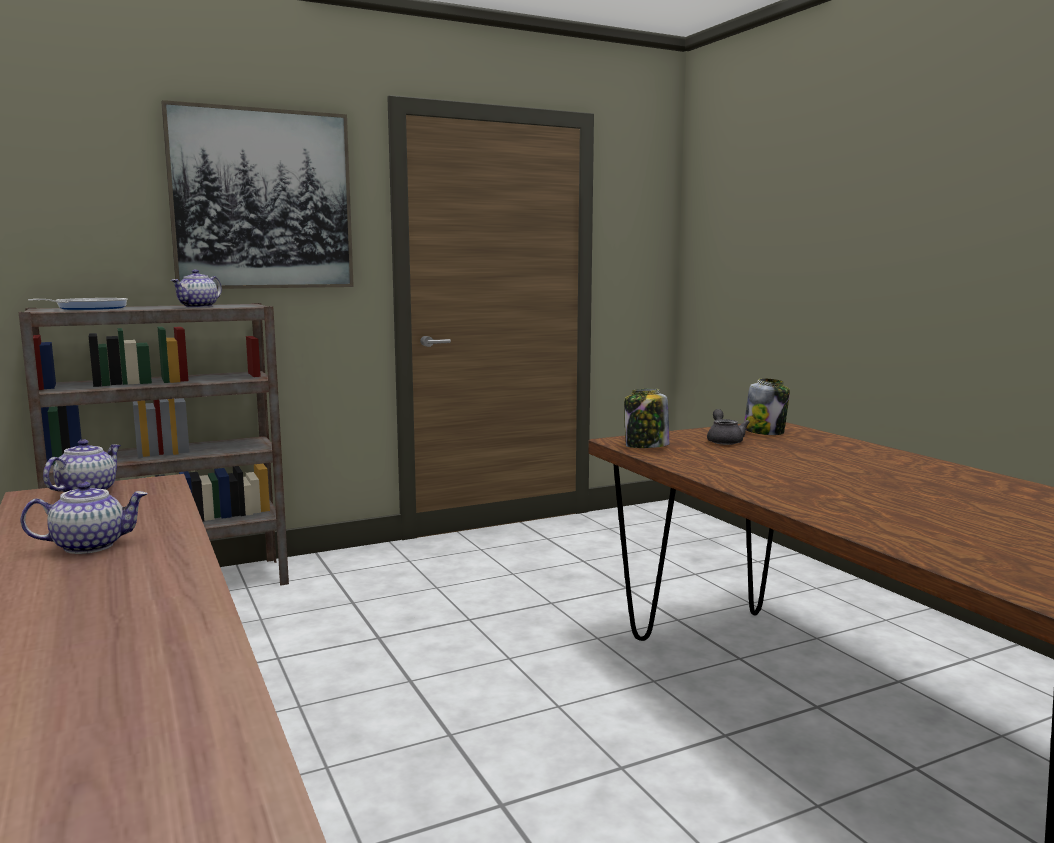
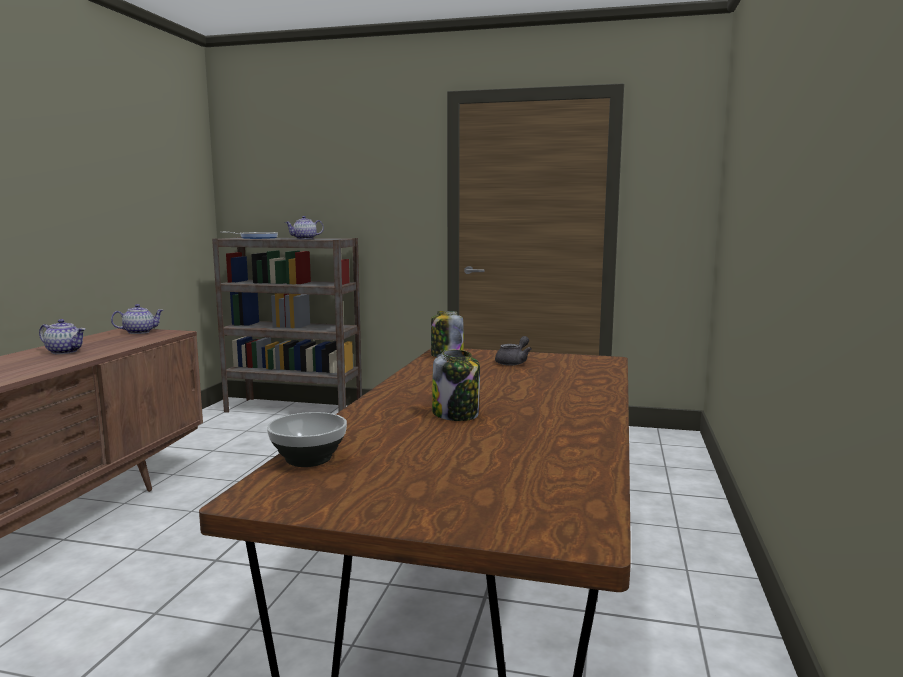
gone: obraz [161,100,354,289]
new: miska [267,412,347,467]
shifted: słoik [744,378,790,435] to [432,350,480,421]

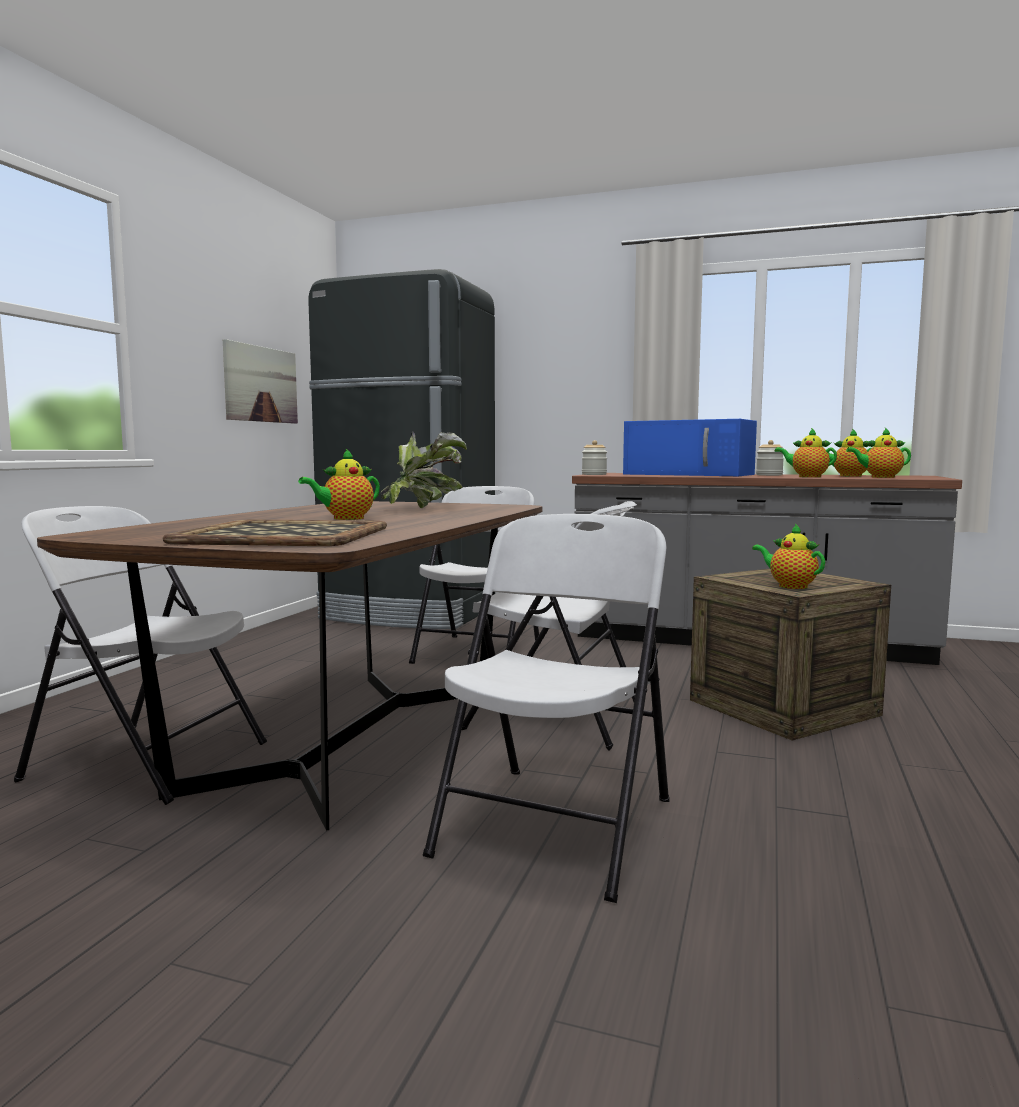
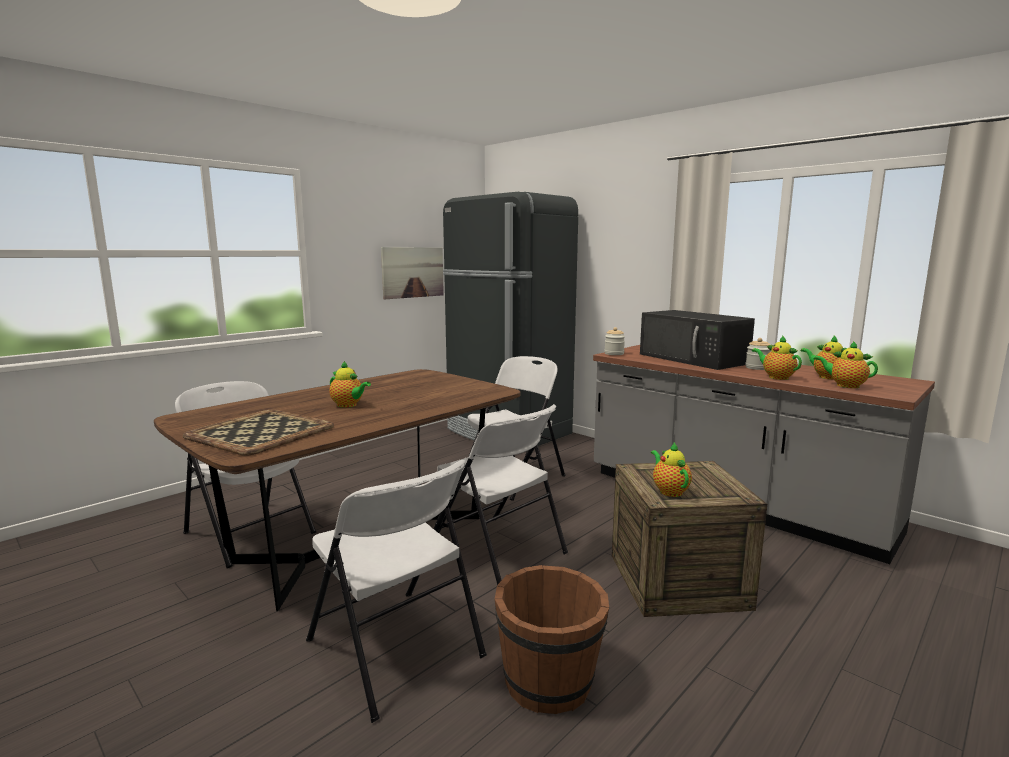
gone: roślina doniczkowa [381,431,467,508]
new: wiadro (brązowy) [495,565,609,714]
repainted: mikrofalówka (niebieski) [623,419,757,476] to mikrofalówka (czarny) [640,310,755,370]
rotated: imbryk [298,448,380,520] = [329,361,371,408] 135 degrees counterclockwise; krzesło (biały) [423,514,670,903] = [306,460,487,723] 90 degrees clockwise

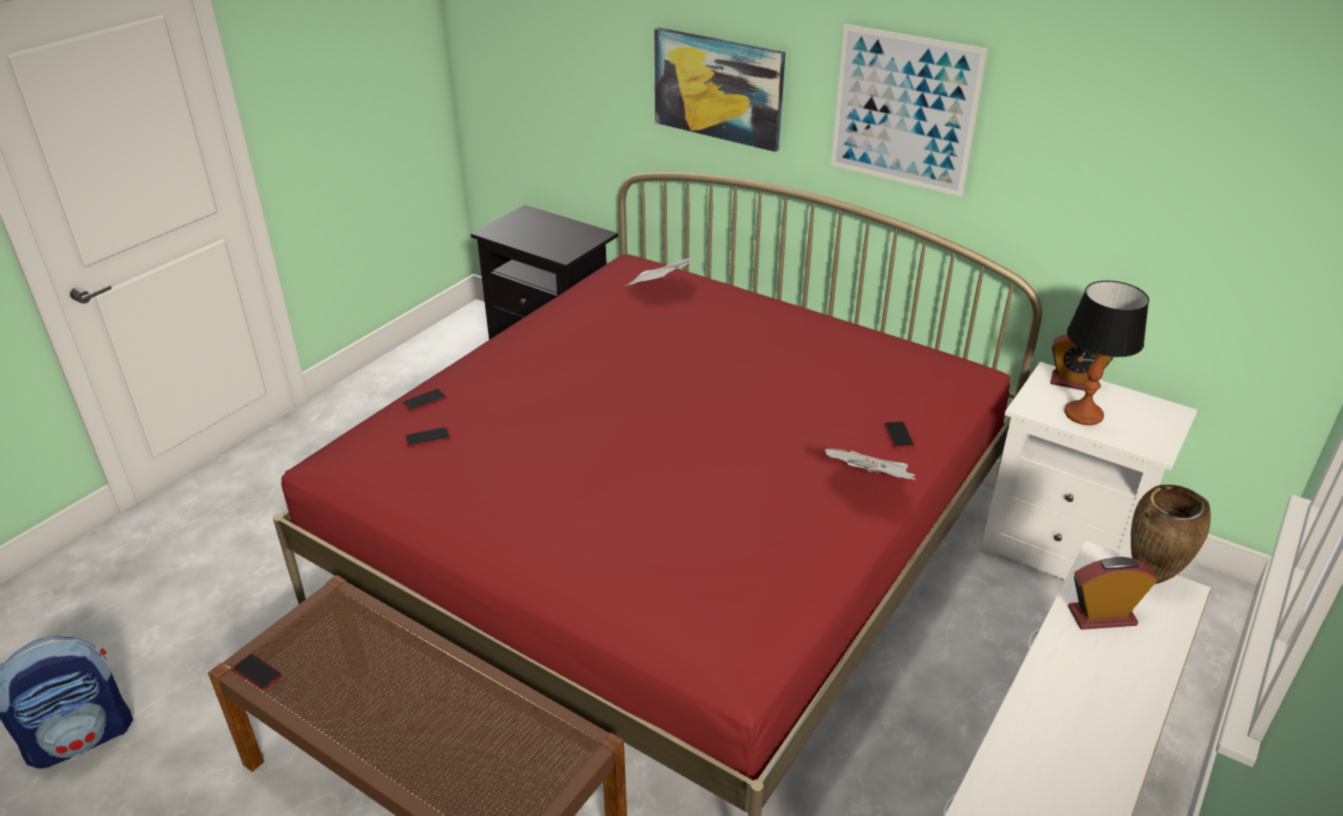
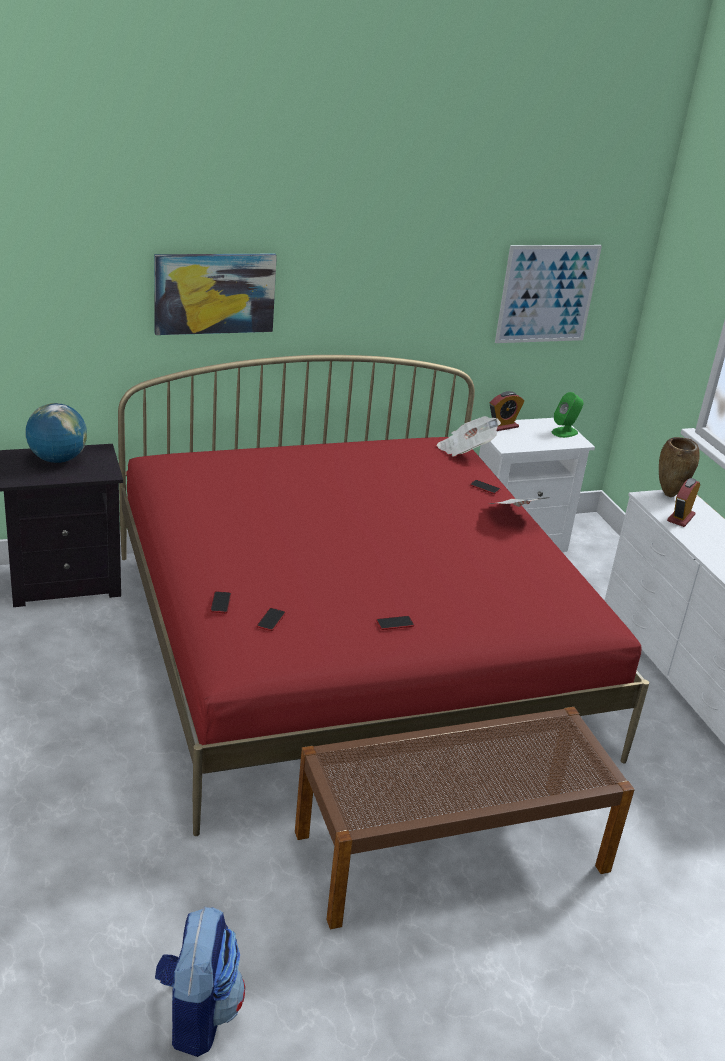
gone: lampa stołowa [1064,281,1149,425]
new: globus [25,403,87,463]; głośnik (zielony) [551,392,584,438]
shifted: telefon [233,654,282,690] to [376,616,414,630]; gazeta [625,257,693,286] to [437,416,501,457]; obraz [831,24,988,197] to [495,245,602,343]

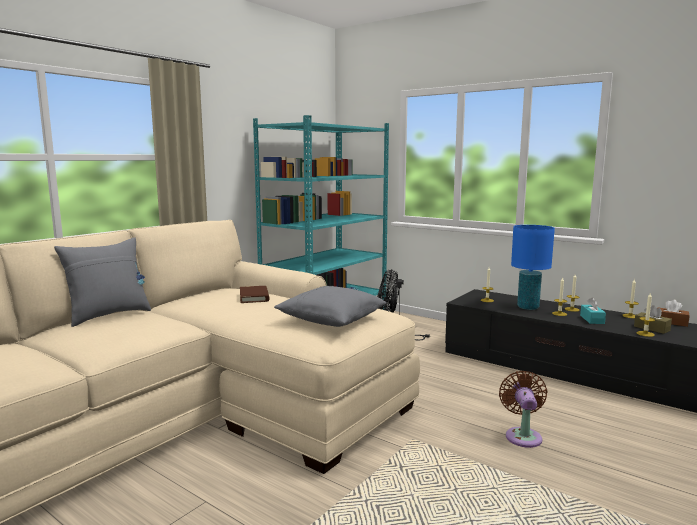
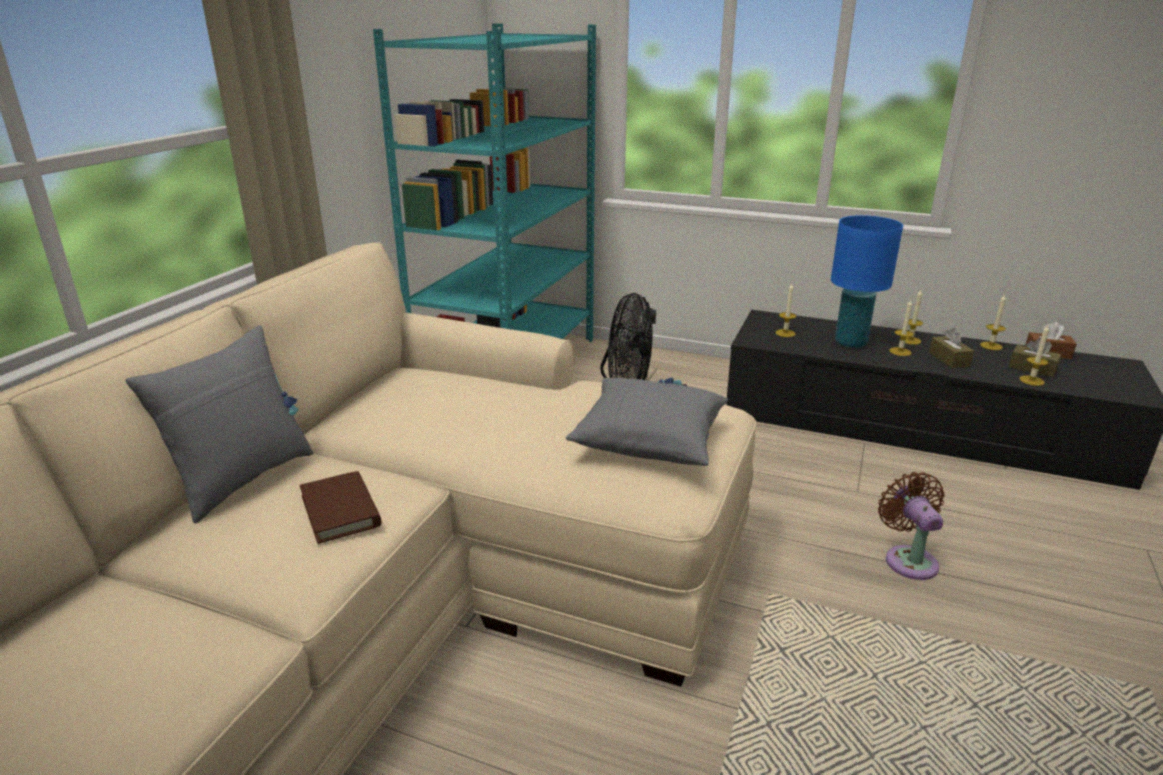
shifted: książka (brązowy) [240,286,270,303] to [299,471,381,544]
repainted: pudełko chusteczek (turkusowy) [580,297,606,324] to pudełko chusteczek (brązowy) [929,328,974,368]

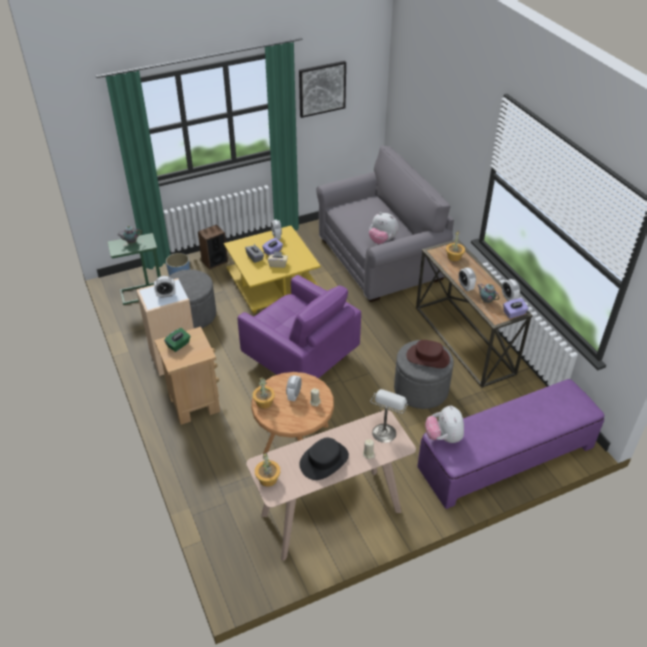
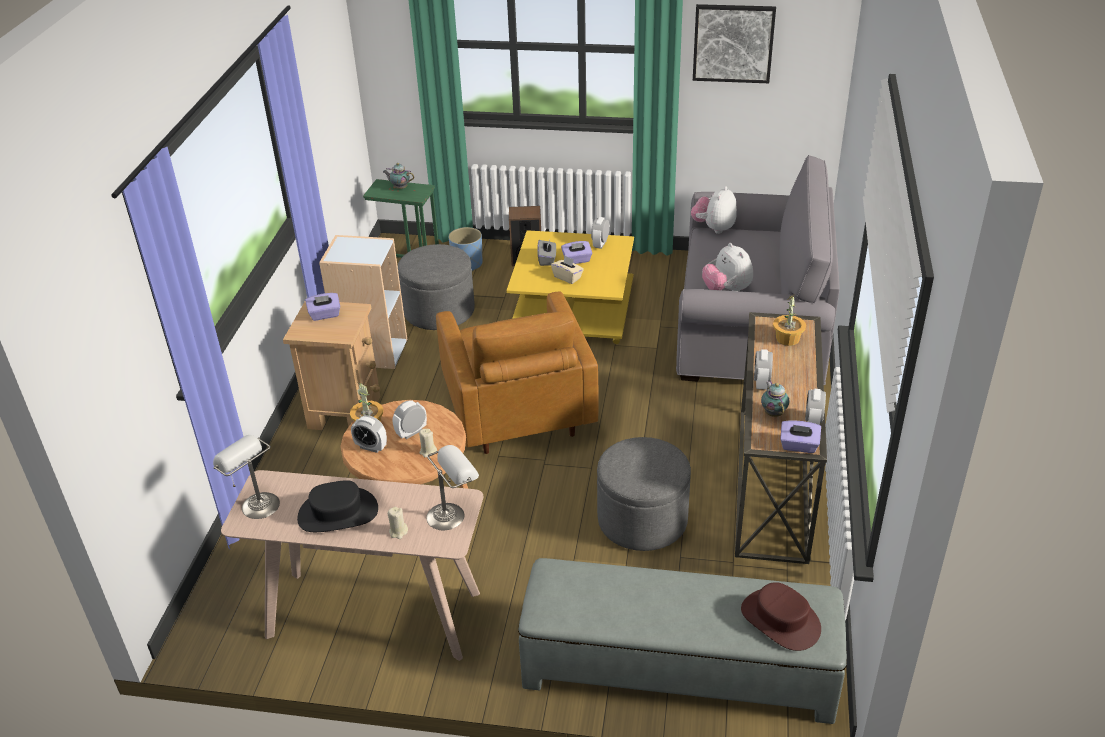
shifted: budzik [154,276,176,298] to [351,415,387,453]; kapelusz (brązowy) [406,340,450,368] to [741,582,821,651]; pluszak [425,405,464,443] to [691,186,737,234]
swapped: roślina doniczkowa [255,452,280,487] to lampa stołowa (biały) [213,435,280,519]
repainted: pudełko chusteczek (zielony) [164,328,191,352] to pudełko chusteczek (fioletowy) [305,293,340,321]; fotel (fioletowy) [238,275,361,378] to fotel (brązowy) [436,291,598,454]; ławka (fioletowy) [417,379,605,509] to ławka (szary) [518,558,847,724]

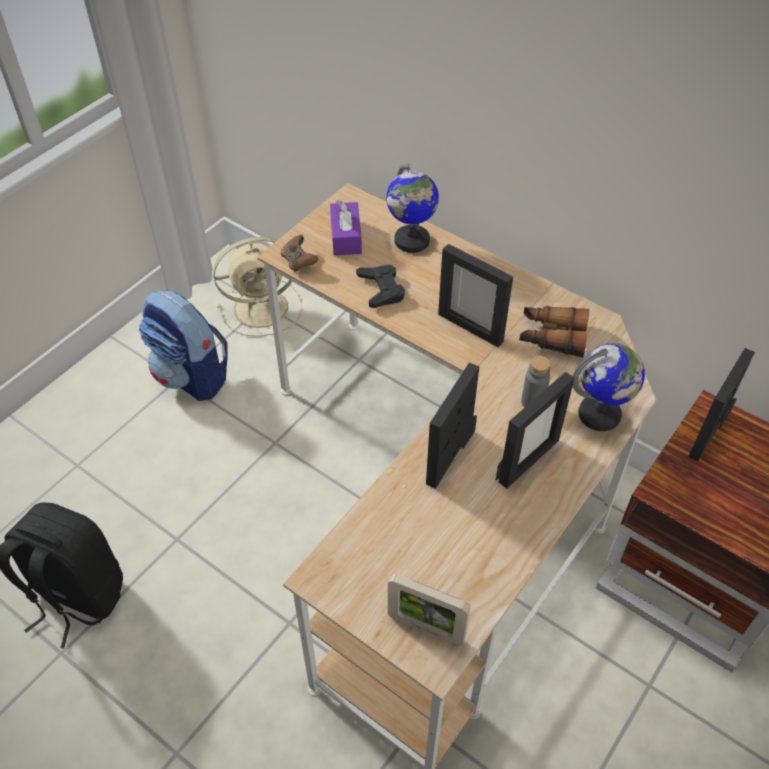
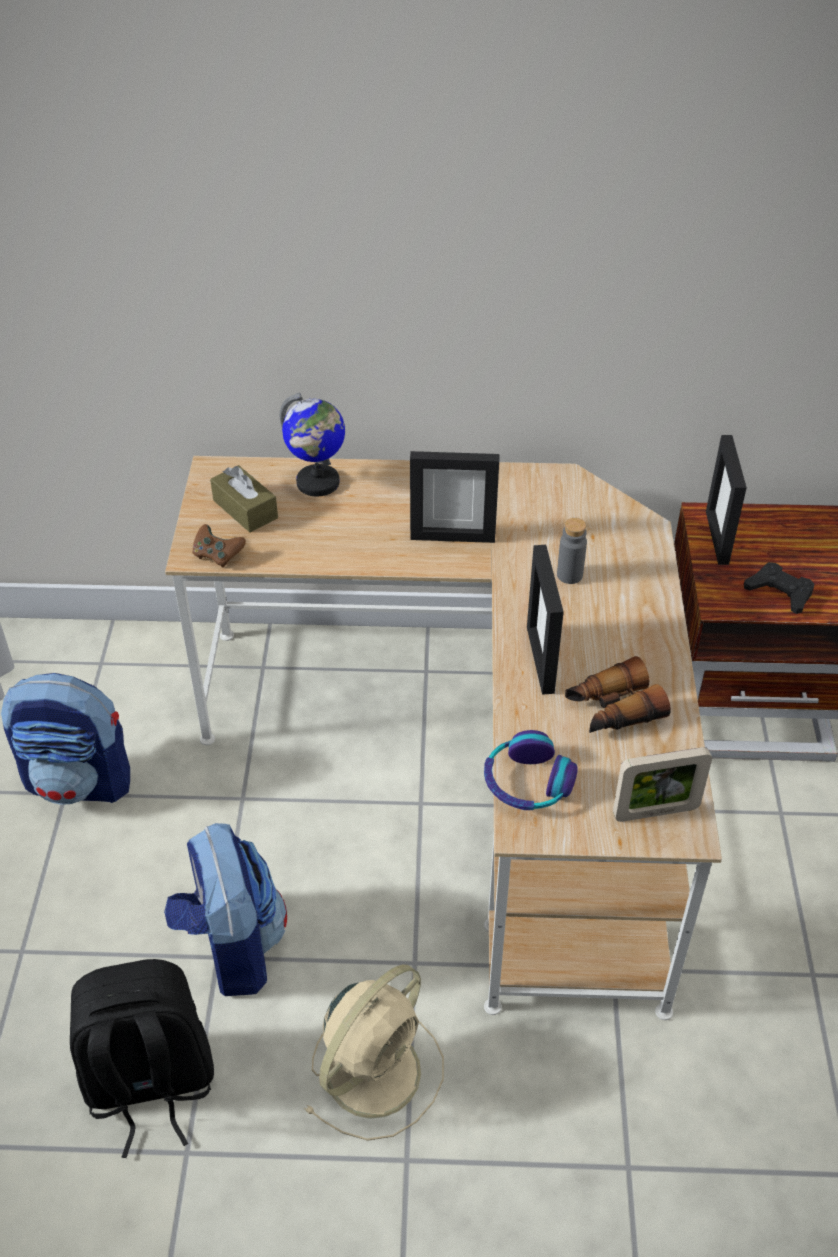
gone: ramka na zdjęcie [496,372,575,489]; globus [573,343,645,431]
new: plecak [164,823,287,996]; słuchawki [484,730,578,810]
shifted: wentylator (beżowy) [213,237,302,336] to [304,964,444,1141]; pad do gier (czarny) [356,265,405,308] to [744,562,814,614]; lornetka [519,306,589,358] to [565,656,671,733]
repainted: pudełko chusteczek (fioletowy) [330,200,362,256] to pudełko chusteczek (brązowy) [210,465,278,532]

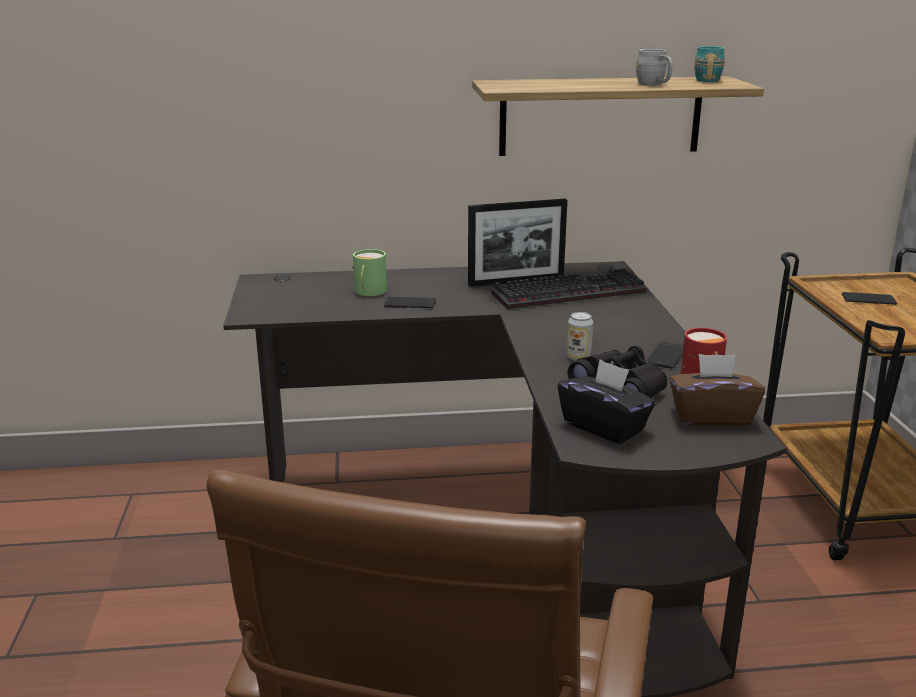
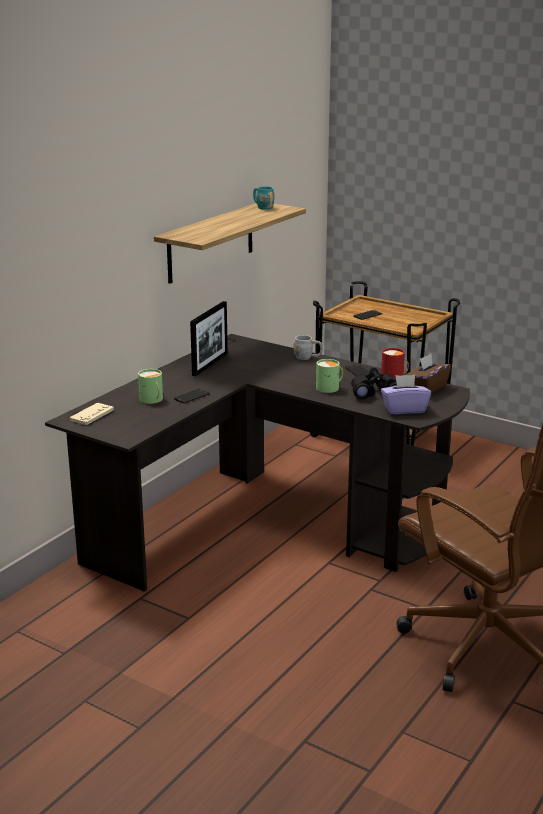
gone: klawiatura [491,268,646,309]
new: pad do gier (beżowy) [70,403,114,425]
shifted: kubek (szary) [636,49,672,86] to [294,335,323,360]
swapped: puszka [567,312,593,361] to kubek (zielony) [316,359,343,393]
repainted: pudełko chusteczek (czarny) [558,359,655,444] to pudełko chusteczek (fioletowy) [381,375,431,414]

